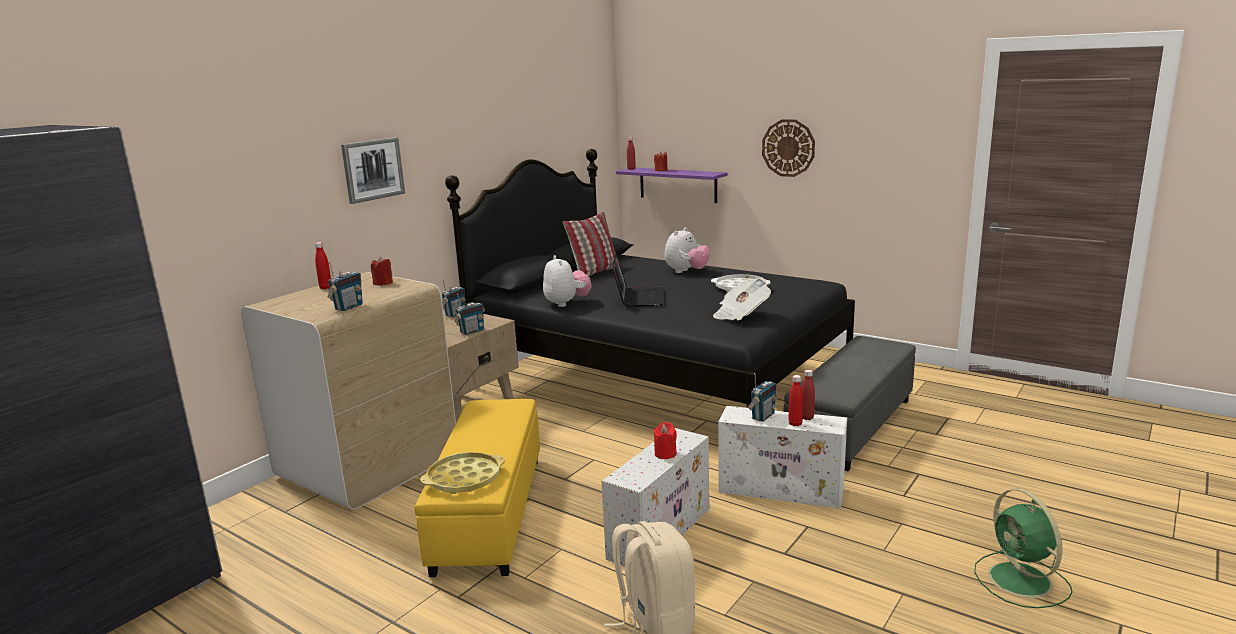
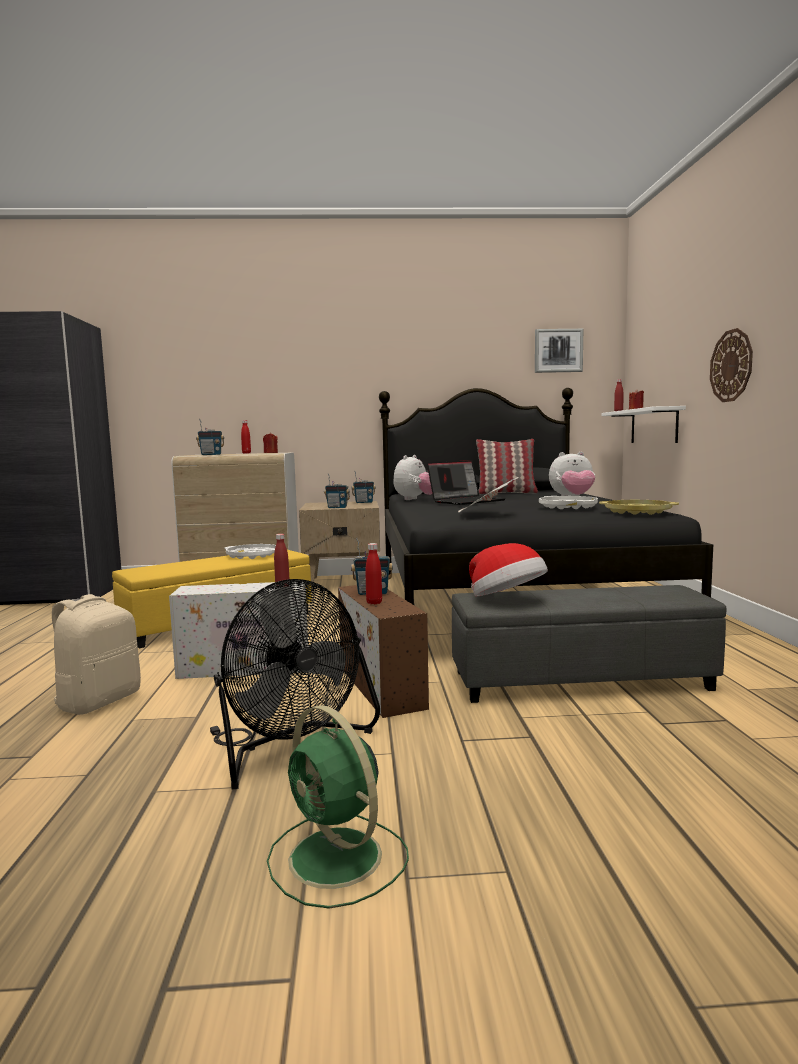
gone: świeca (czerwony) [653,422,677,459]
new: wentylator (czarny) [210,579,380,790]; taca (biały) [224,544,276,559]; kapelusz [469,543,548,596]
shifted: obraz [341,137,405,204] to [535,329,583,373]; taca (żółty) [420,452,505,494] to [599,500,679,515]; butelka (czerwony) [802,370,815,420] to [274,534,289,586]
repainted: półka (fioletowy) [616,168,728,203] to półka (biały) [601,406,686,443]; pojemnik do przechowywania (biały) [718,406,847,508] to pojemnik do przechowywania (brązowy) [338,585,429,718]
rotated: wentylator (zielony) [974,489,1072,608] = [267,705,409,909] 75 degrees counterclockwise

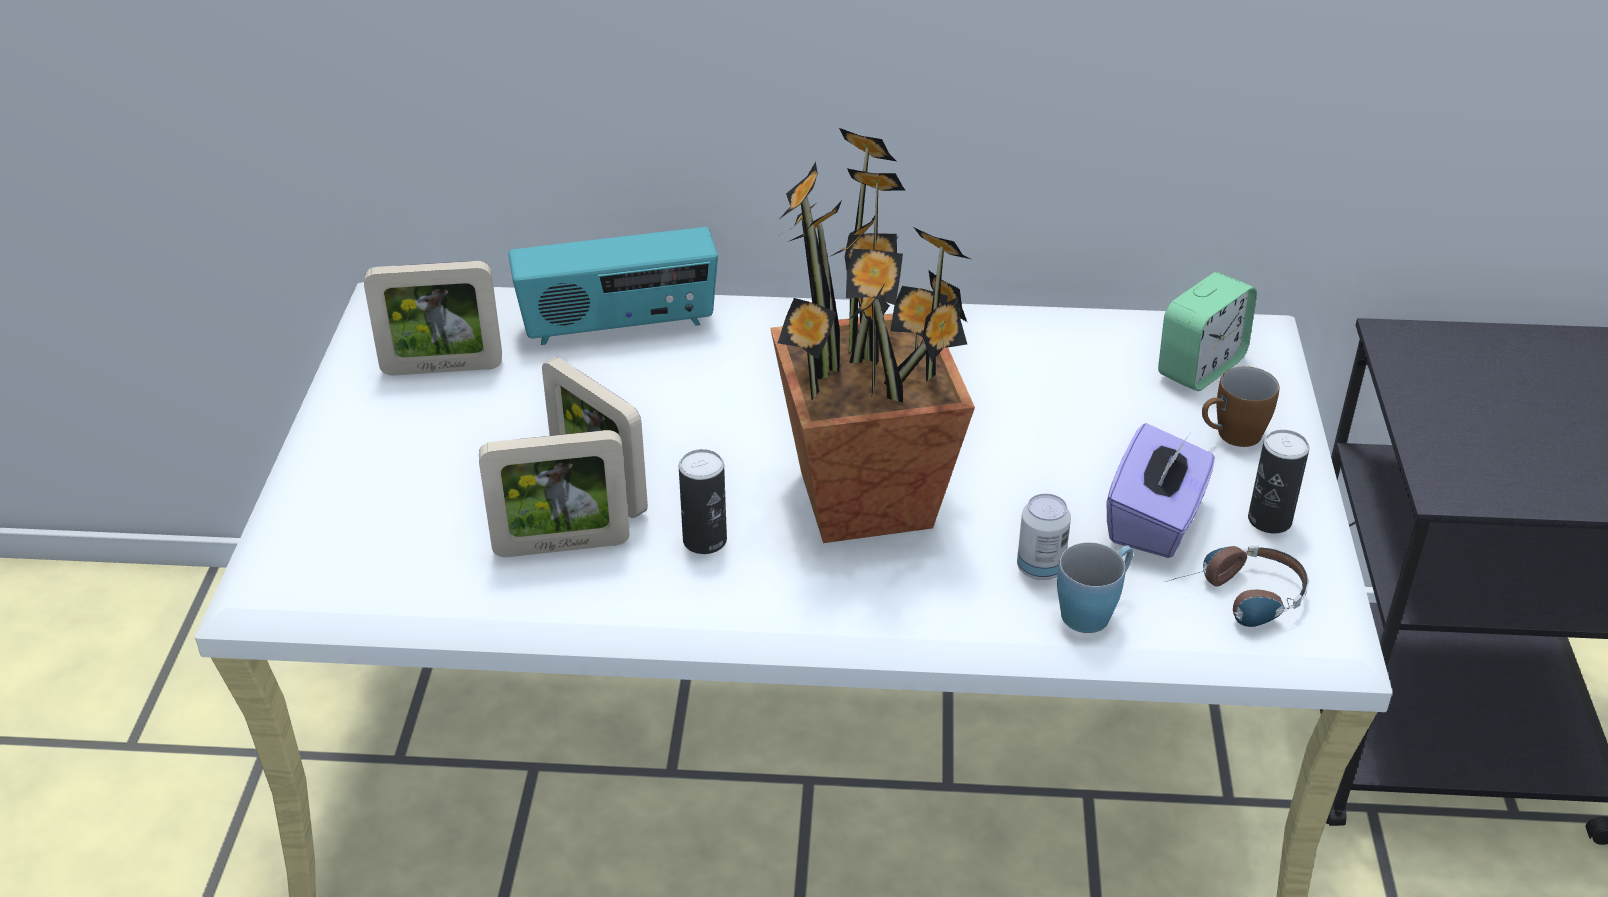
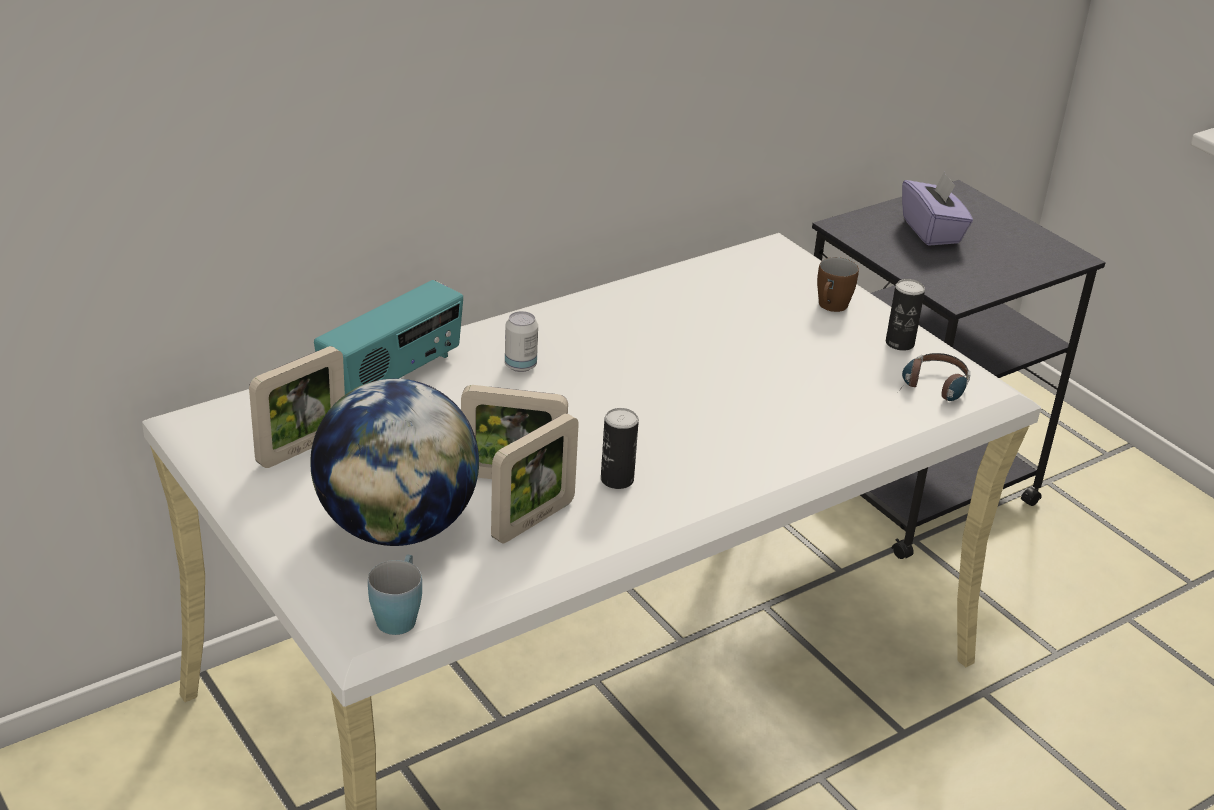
gone: roślina doniczkowa [770,128,975,543]; budzik [1158,272,1257,391]
new: globus [310,379,479,546]
shifted: puszka [1017,493,1071,580] to [505,311,538,372]; kubek (niebieski) [1057,542,1134,633] to [368,554,422,635]; pudełko chusteczek (fioletowy) [1106,423,1215,558] to [902,172,973,246]

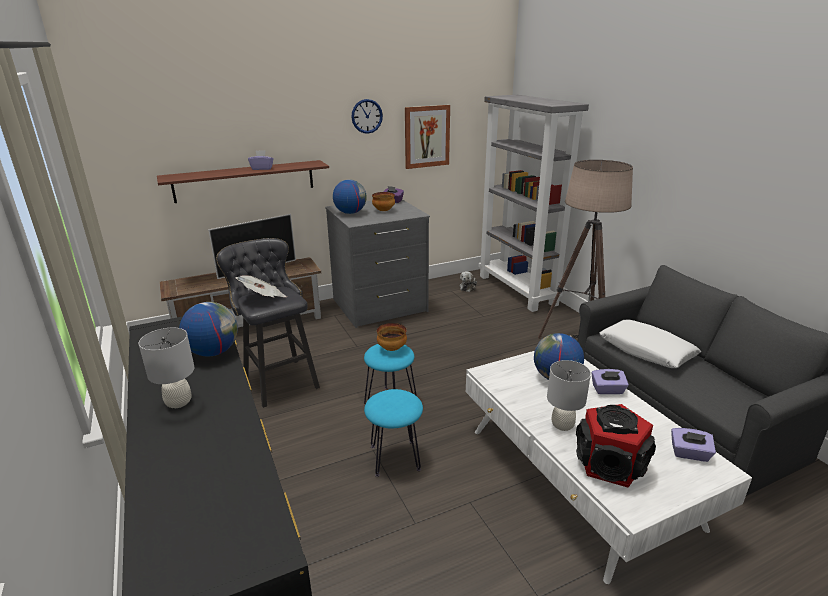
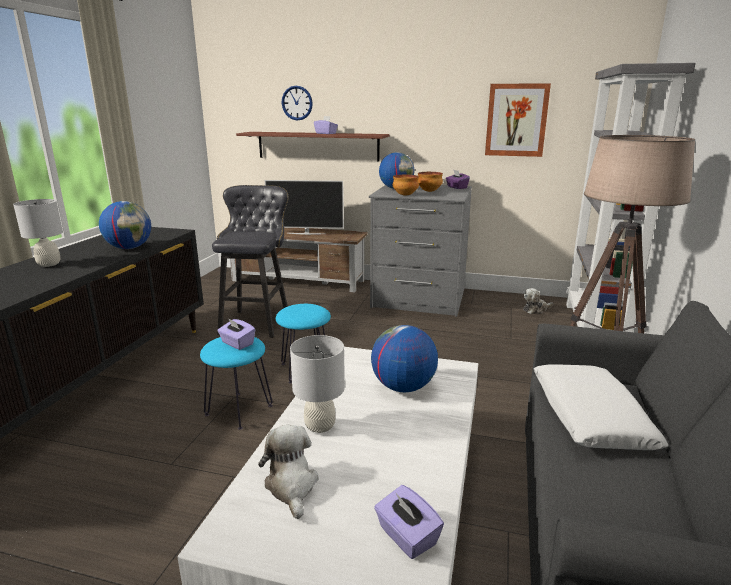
gone: gazeta [235,275,287,298]
shifted: zegar ścienny [351,99,383,134] to [282,86,313,121]; miska [377,323,407,351] to [393,175,419,196]; pudełko chusteczek (fioletowy) [591,369,629,394] to [218,318,255,350]
swapped: głośnik [576,404,656,487] to pluszak [258,425,319,519]

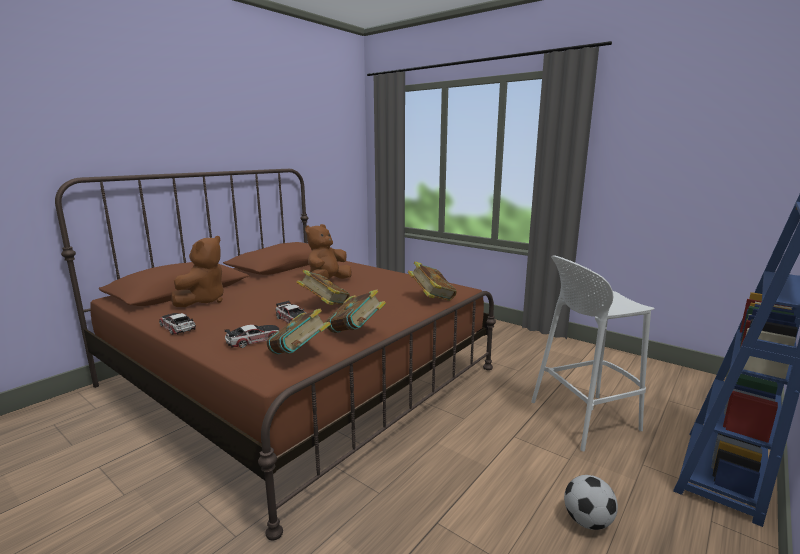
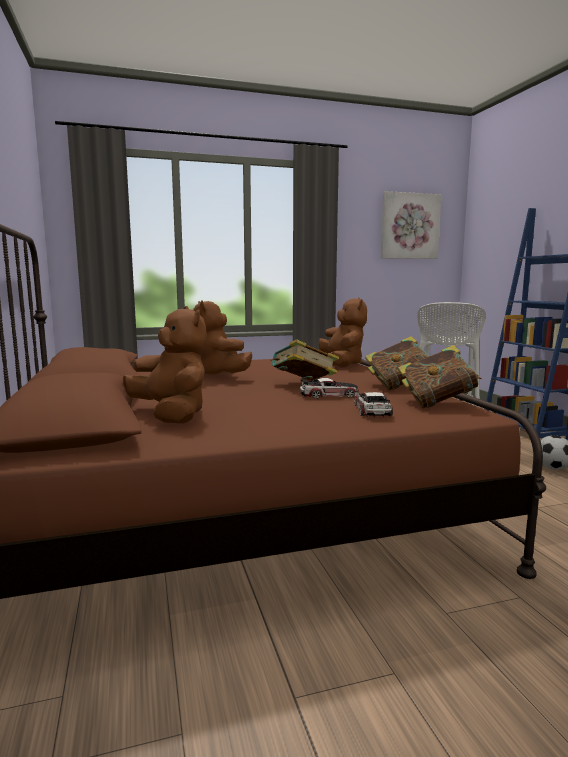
gone: samochodzik [159,313,196,335]
new: obraz [381,191,441,259]
swapped: książka [408,261,457,301] to pluszak (brązowy) [318,297,367,367]

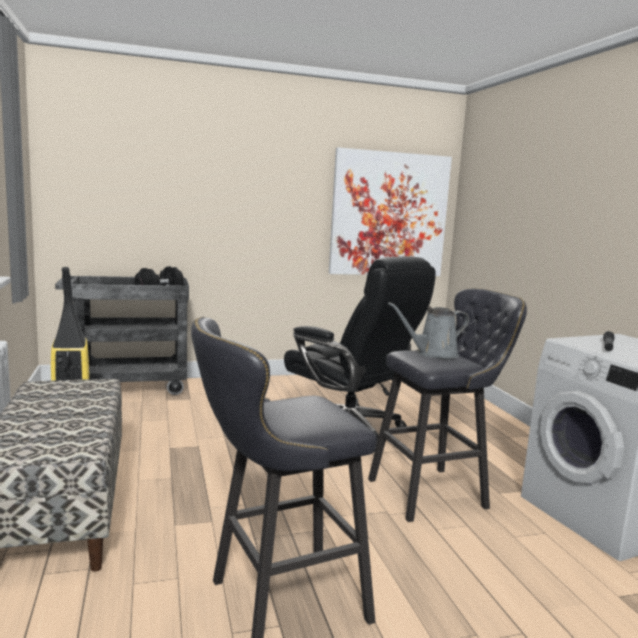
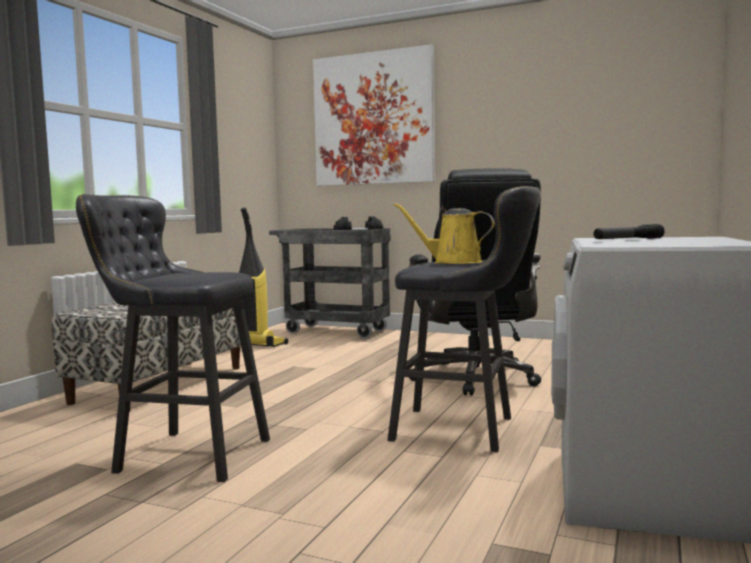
shifted: obraz [329,147,452,276] to [313,44,435,186]
repainted: konewka (szary) [388,302,469,359] to konewka (żółty) [393,203,495,264]

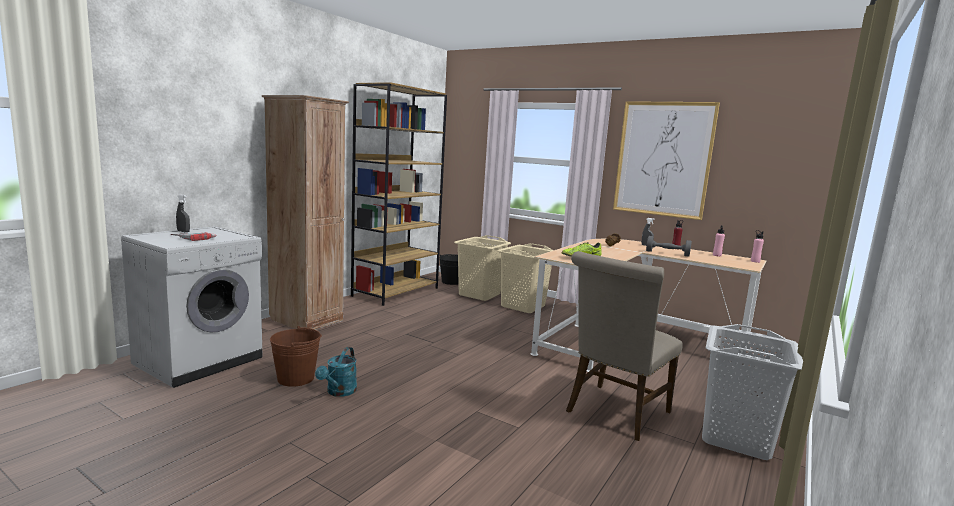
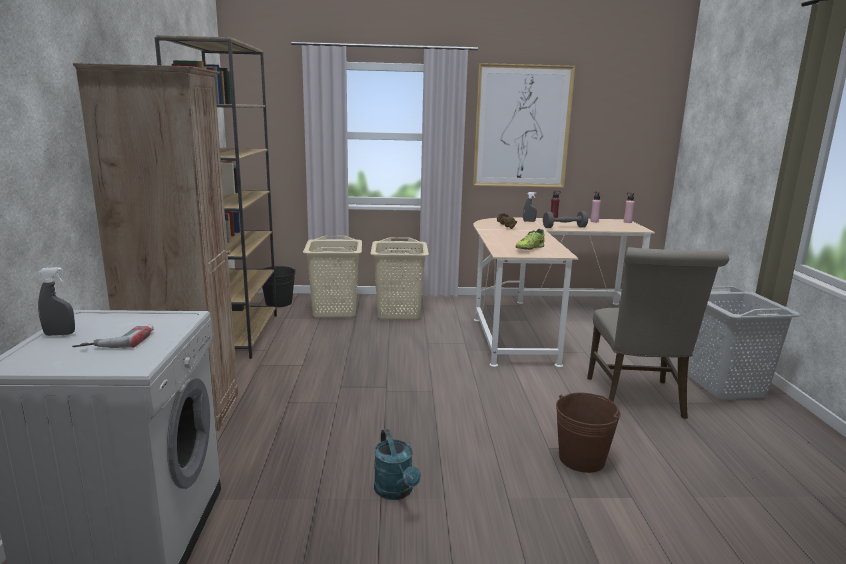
shifted: wiadro (brązowy) [270,326,322,387] to [556,393,621,473]

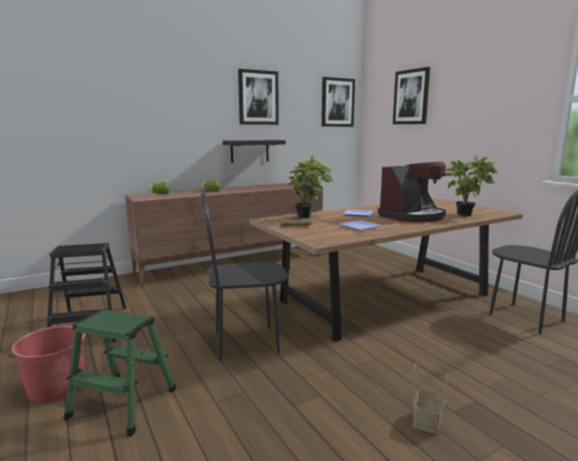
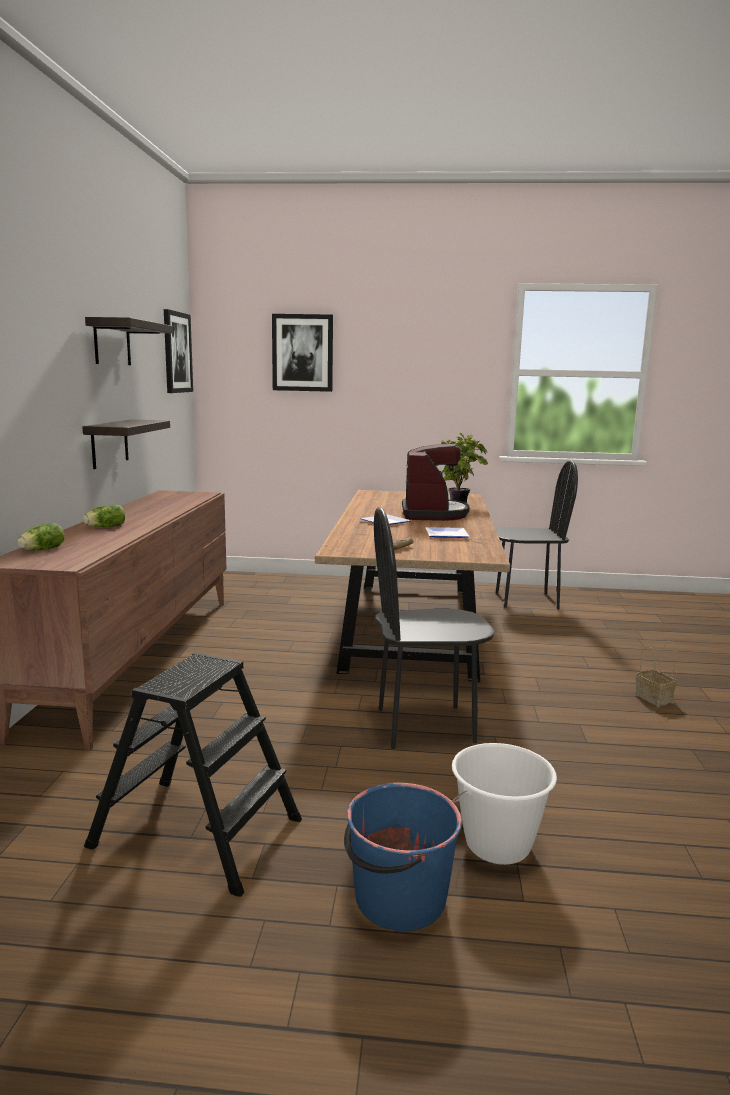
gone: roślina doniczkowa [289,155,333,218]
swapped: drabinka (zielony) [63,309,176,437] to wiadro (biały) [452,743,557,865]; obraz [238,69,279,125] to półka [85,317,173,365]
repainted: wiadro (czerwony) [9,325,86,403] to wiadro (niebieski) [344,783,462,931]
rotated: krzesło (czarny) [201,192,288,361] = [374,507,495,749] 60 degrees clockwise

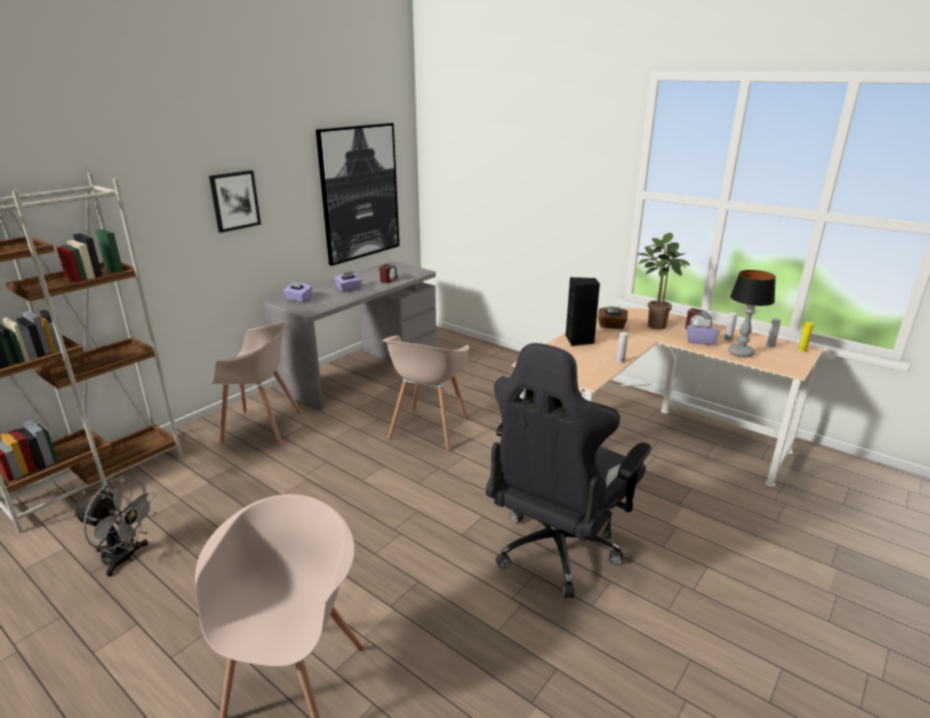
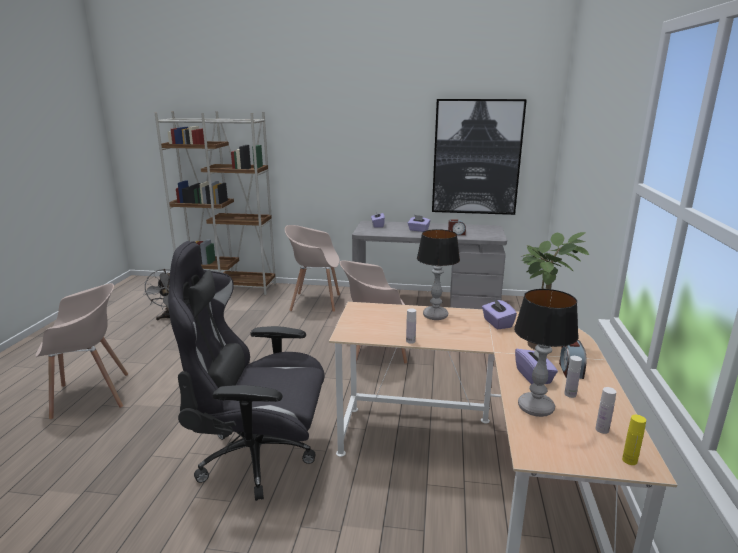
gone: obraz [209,170,261,233]
swapped: głośnik (czarny) [566,277,600,346] to lampa stołowa [417,229,460,320]
repainted: pudełko chusteczek (brązowy) [598,306,628,329] to pudełko chusteczek (fioletowy) [482,298,517,329]
rotated: krzesło (beżowy) [212,322,301,445] = [285,225,340,312] 120 degrees clockwise

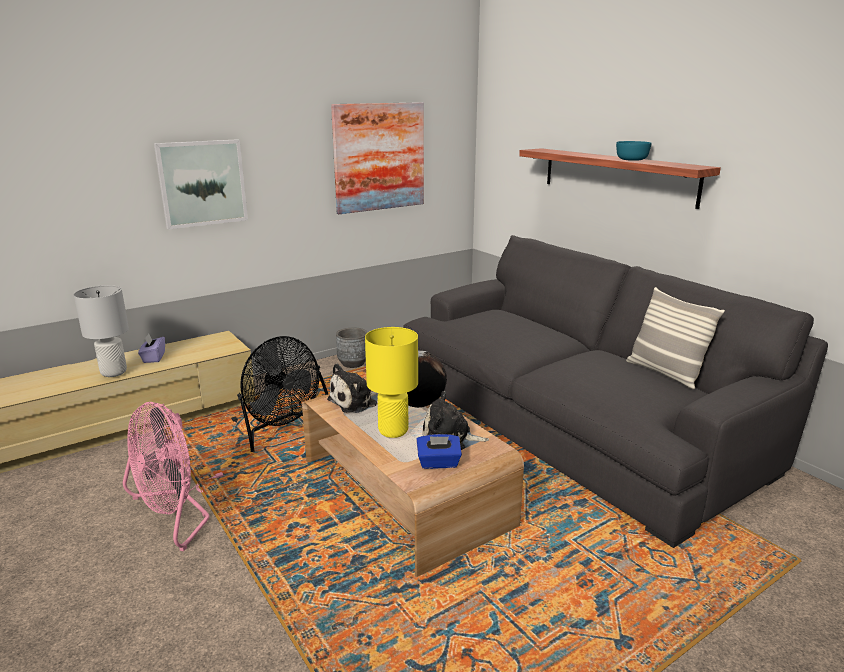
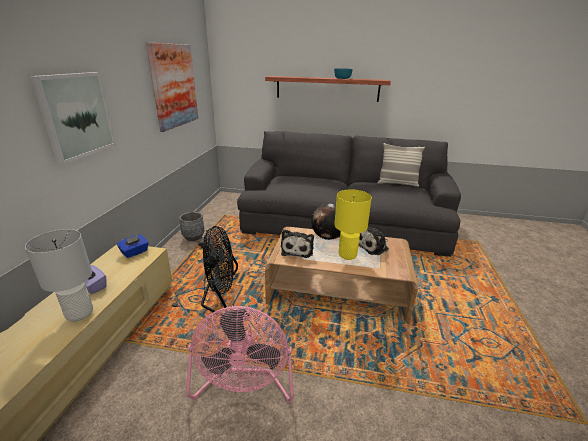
shifted: pudełko chusteczek (niebieski) [416,434,462,469] to [117,234,149,258]

